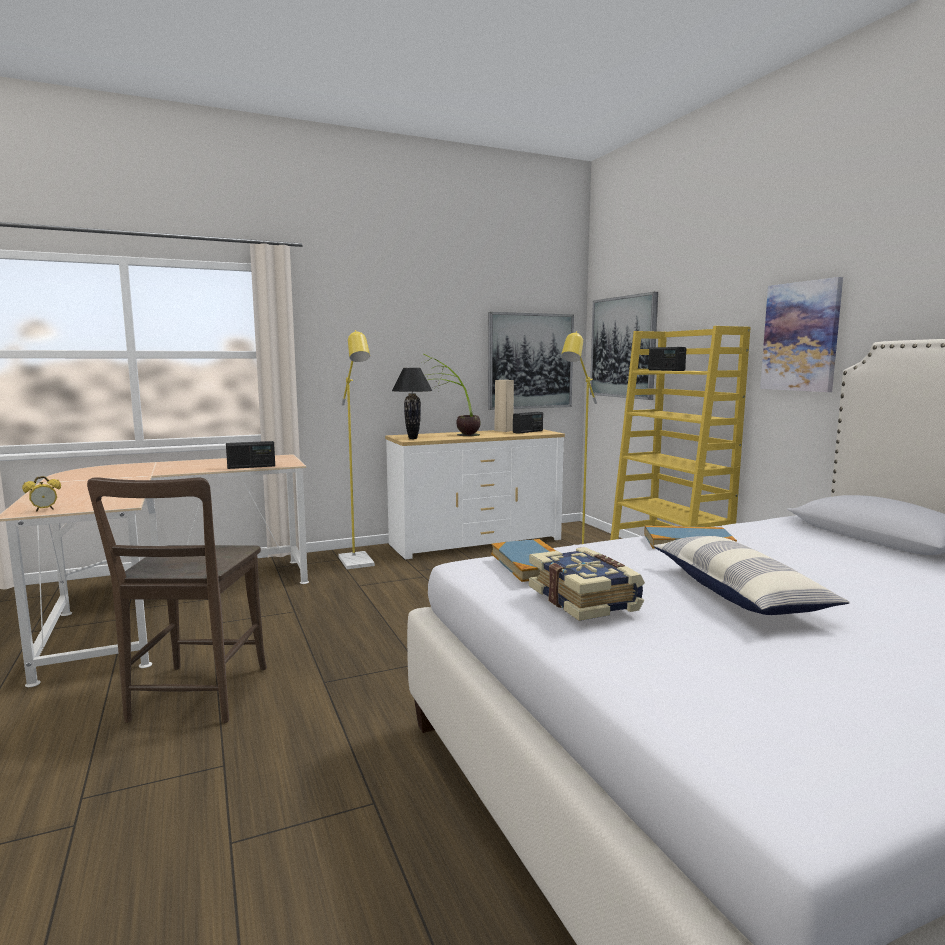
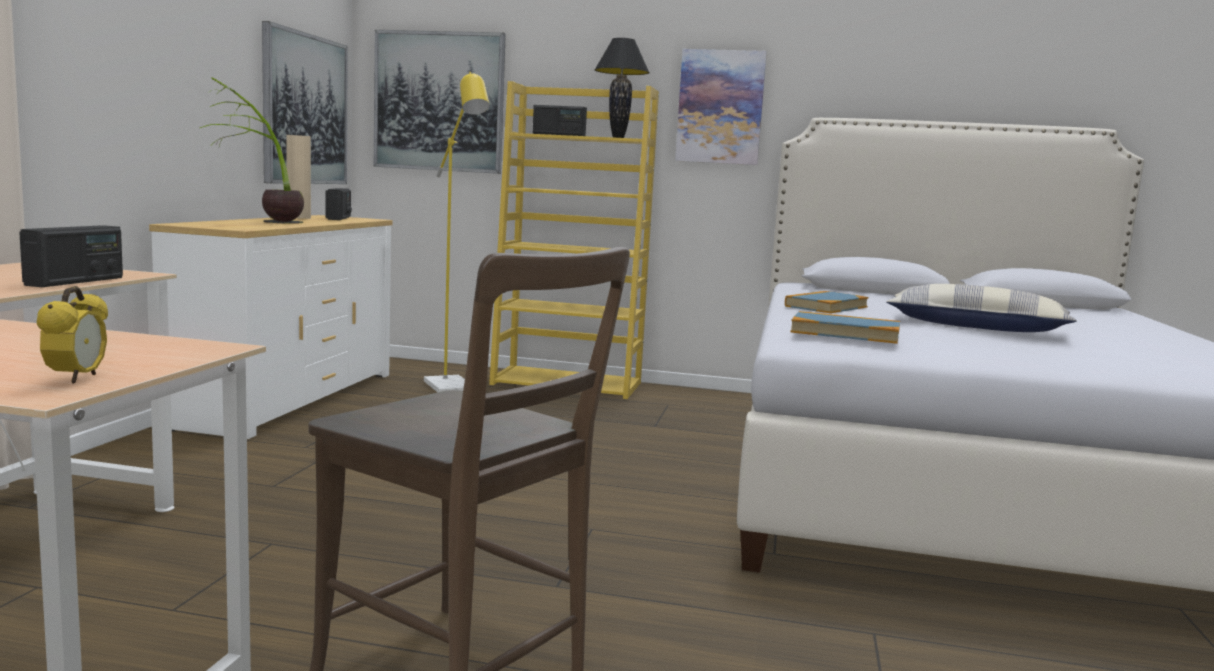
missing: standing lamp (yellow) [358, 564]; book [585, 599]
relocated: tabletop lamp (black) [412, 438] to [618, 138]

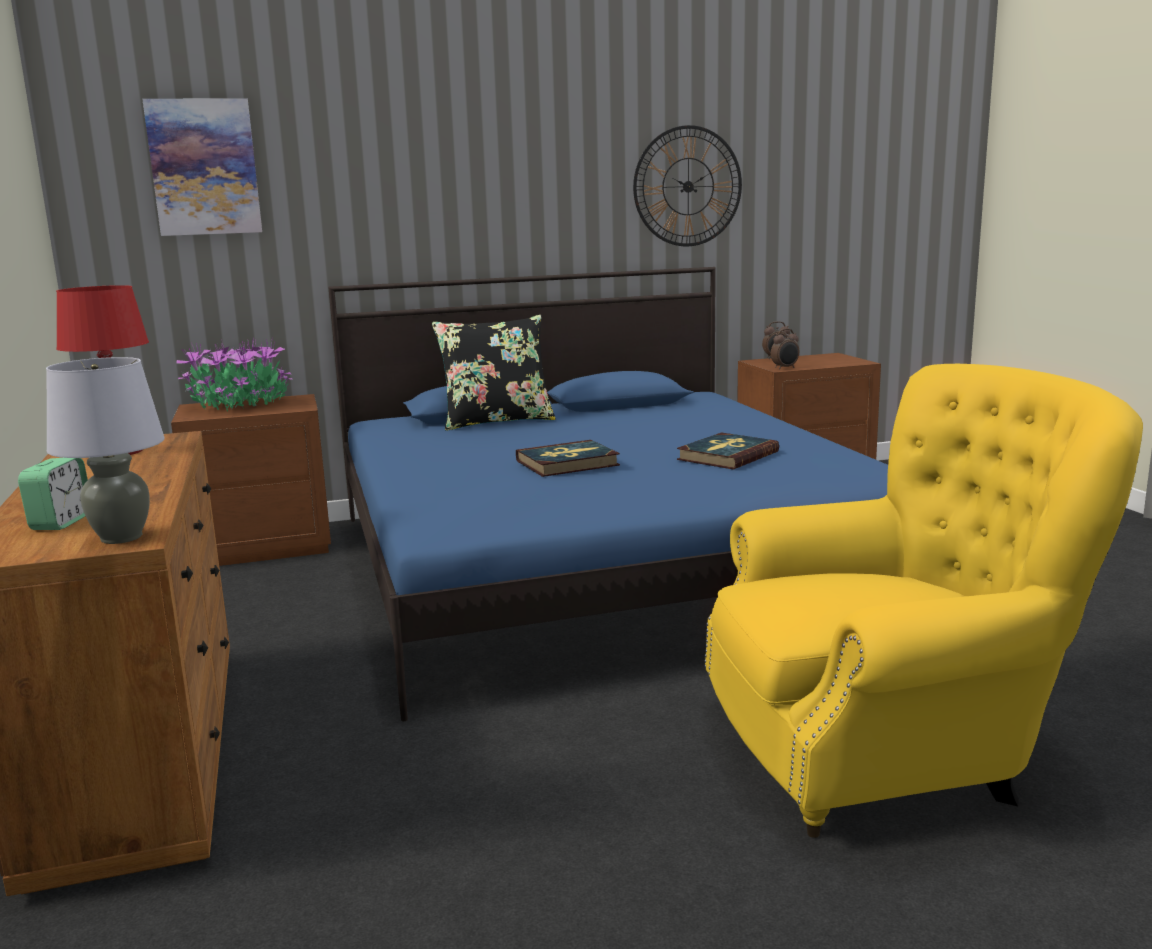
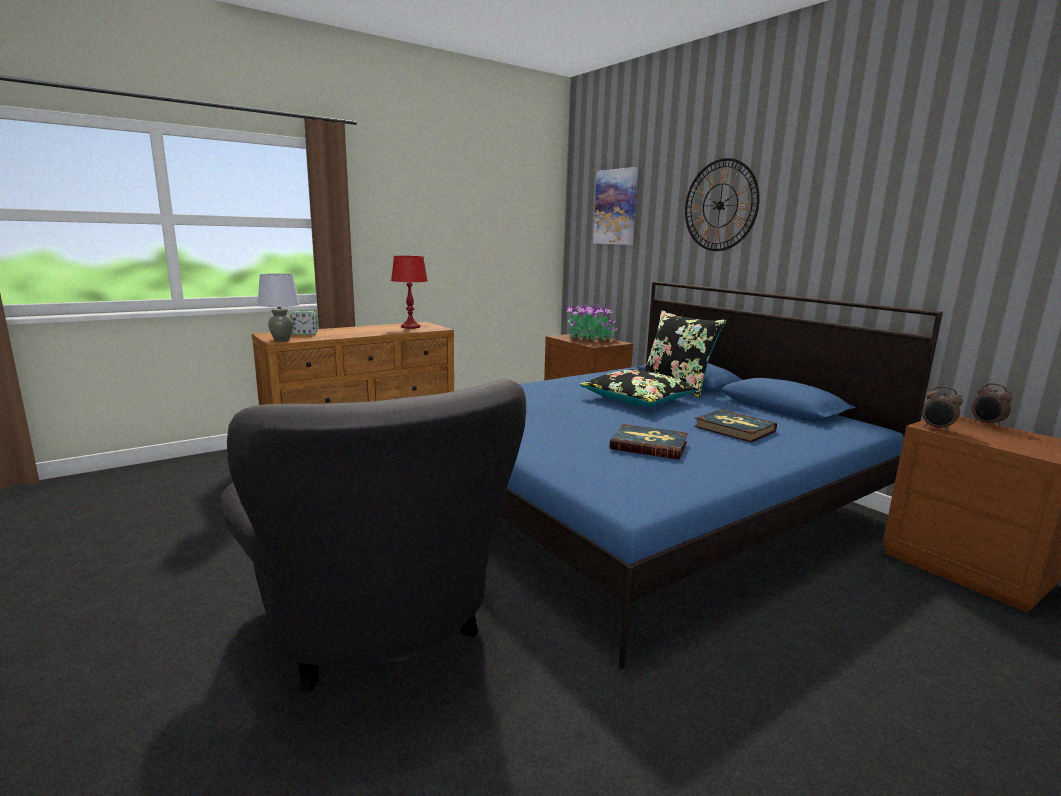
appeared: throw pillow (black) [638, 400]
relocated: book [567, 463] to [734, 429]; clock on the wall [688, 186] to [720, 205]
colour: lounge chair (yellow) [890, 750] to lounge chair (gray) [381, 631]

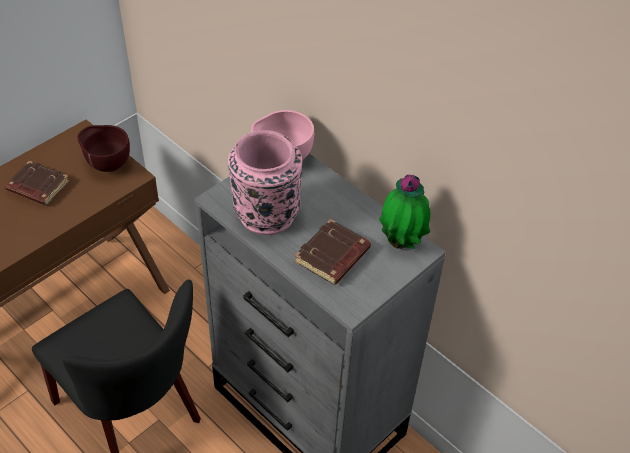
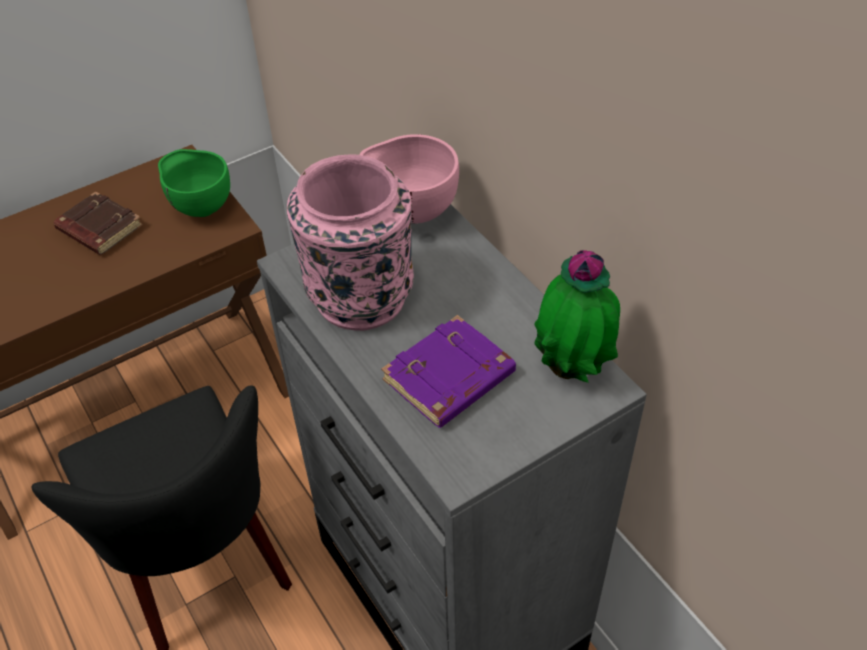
colour: bowl (brown) [107, 165] to bowl (green) [201, 208]; book (brown) [333, 257] to book (purplish) [449, 379]

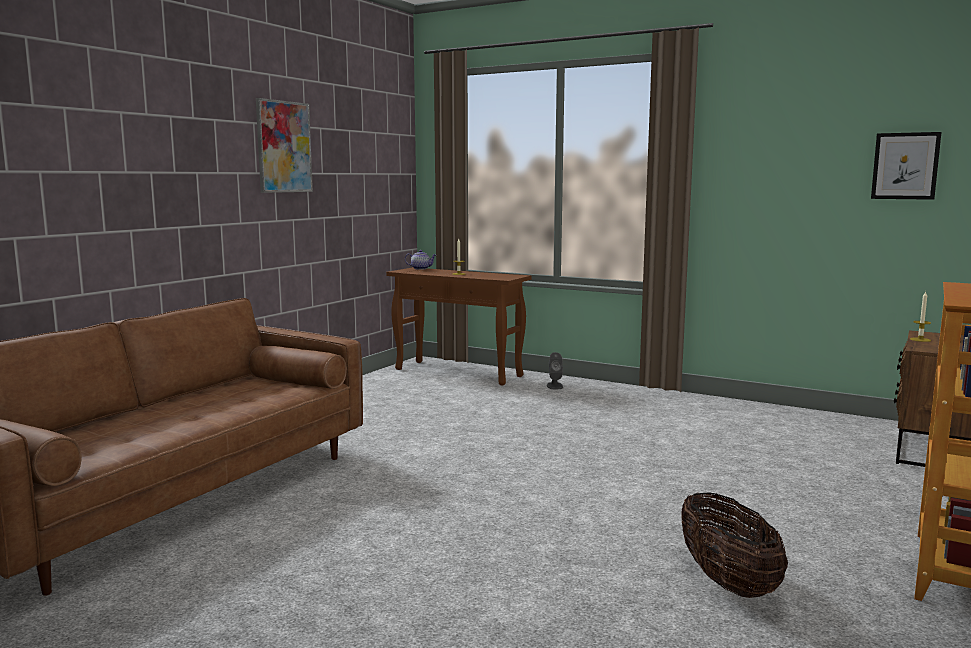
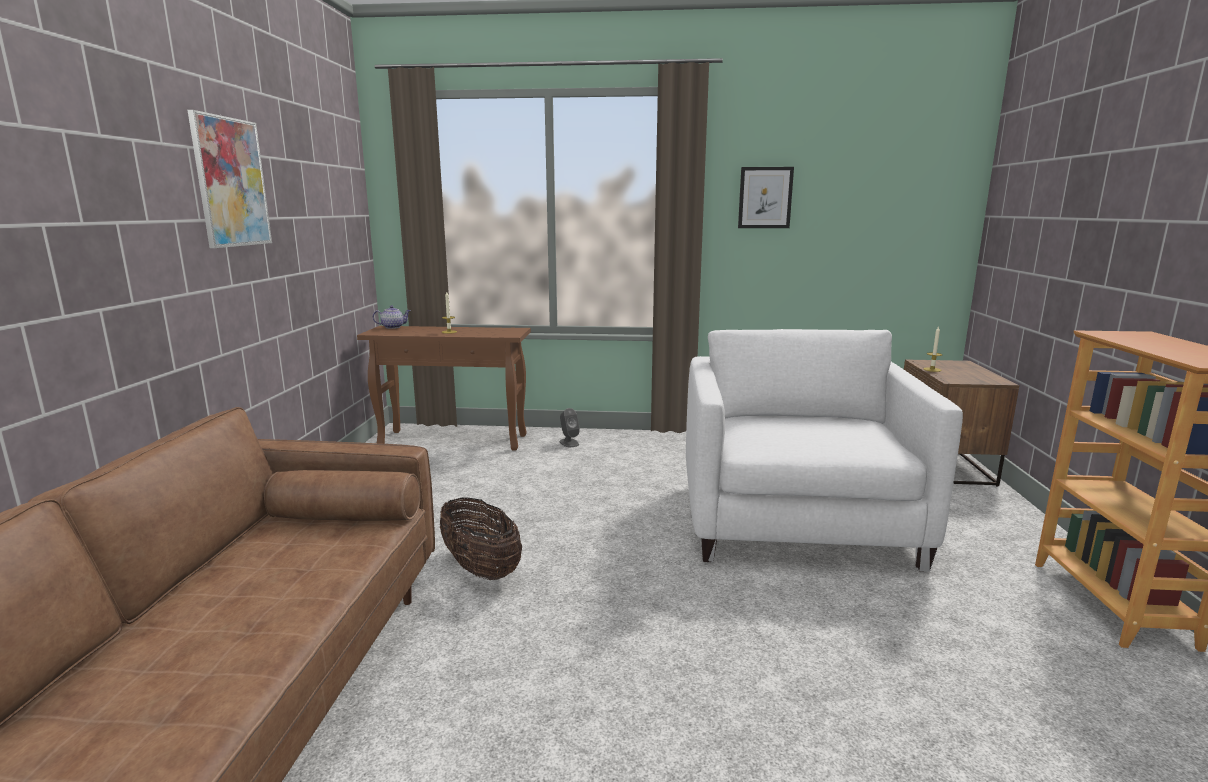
appeared: lounge chair (white-coloured) [796, 523]
relocated: storage basket [727, 581] to [481, 568]; picture [905, 166] to [765, 198]

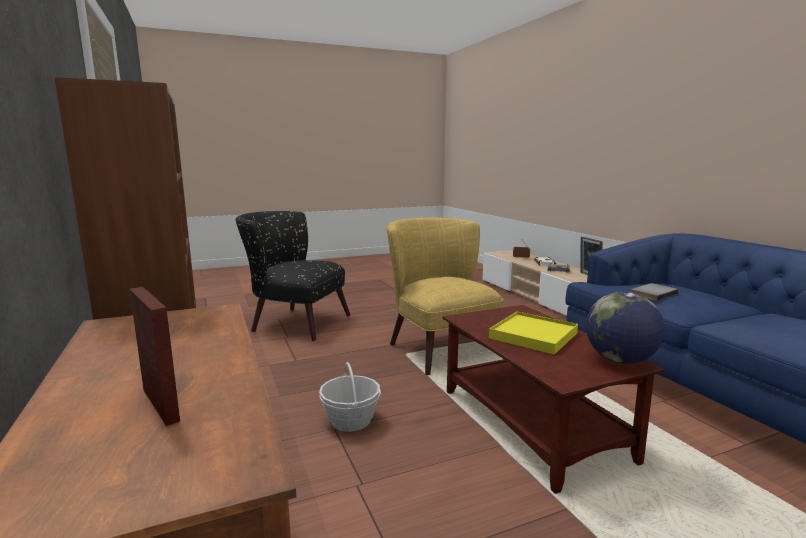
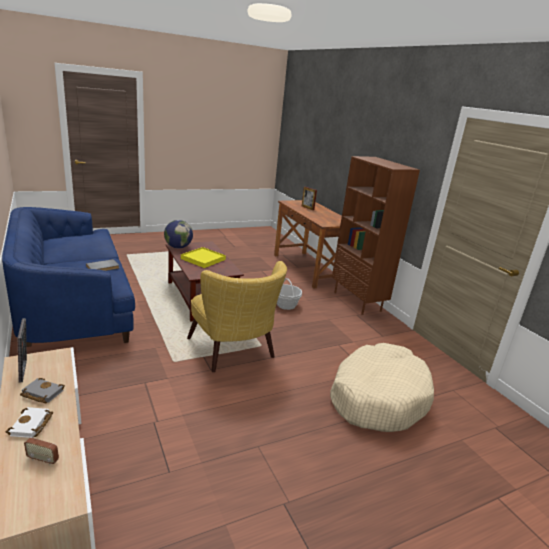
exchanged: lounge chair (black) [293, 322] to pet bed (sand-coloured) [378, 397]

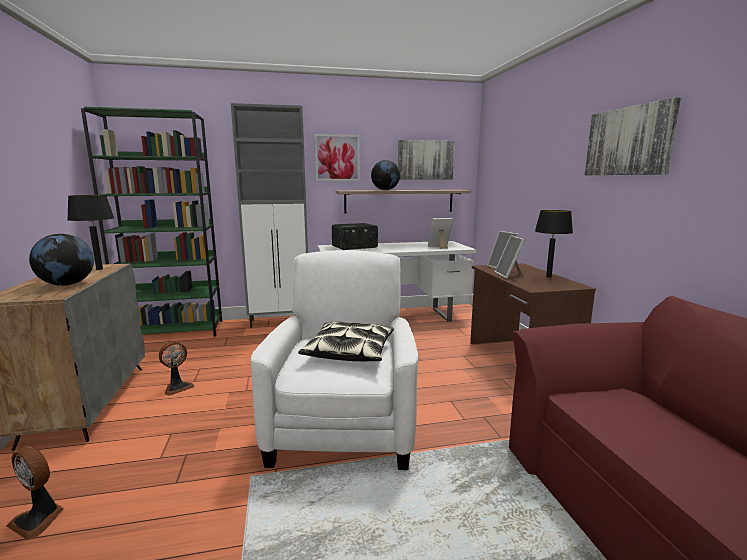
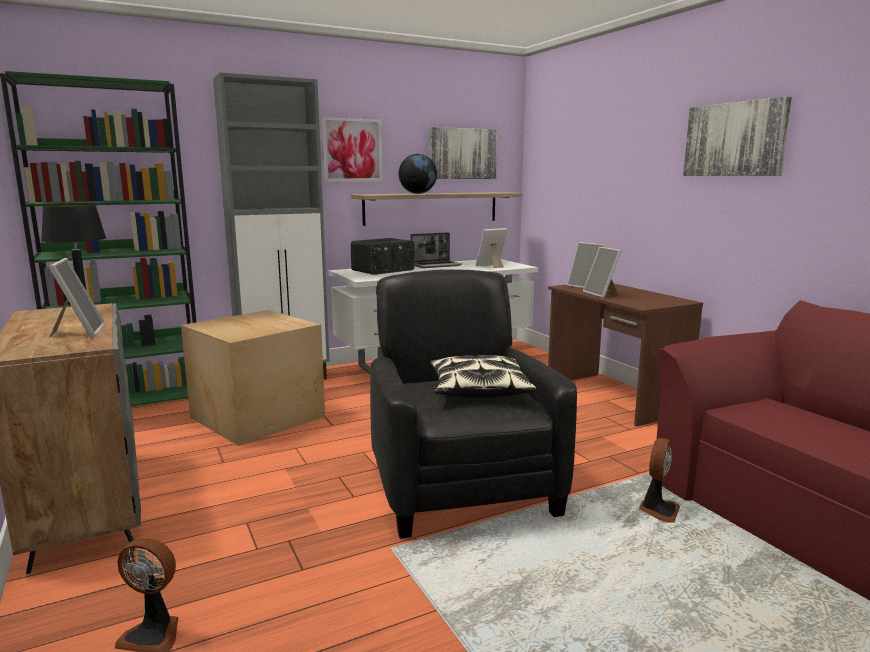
missing: tabletop lamp (black) [548, 276]
appeared: packing box [258, 416]; notebook computer [436, 265]
relocated: electric fan [177, 387] to [658, 510]
exchanged: world globe [67, 284] to picture frame [79, 332]
colour: lounge chair (white-coloured) [343, 427] to lounge chair (black) [461, 486]

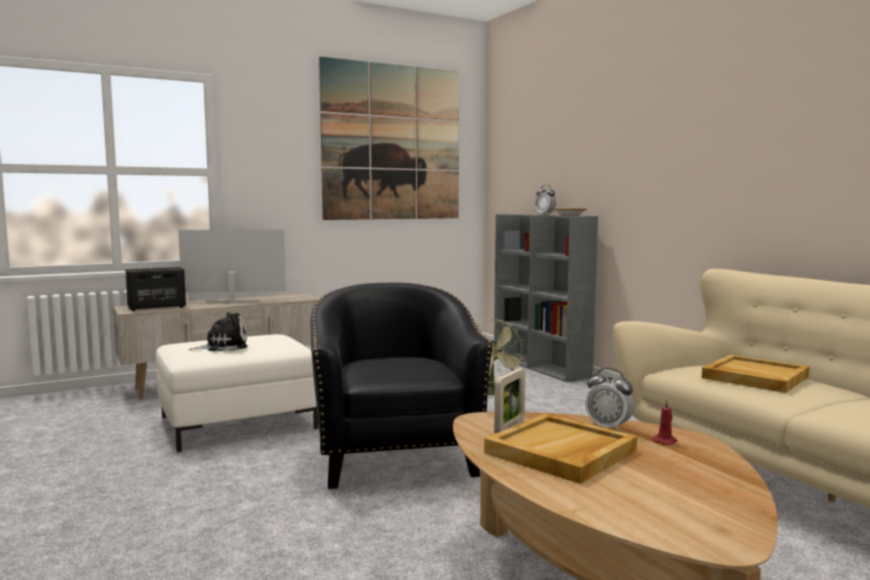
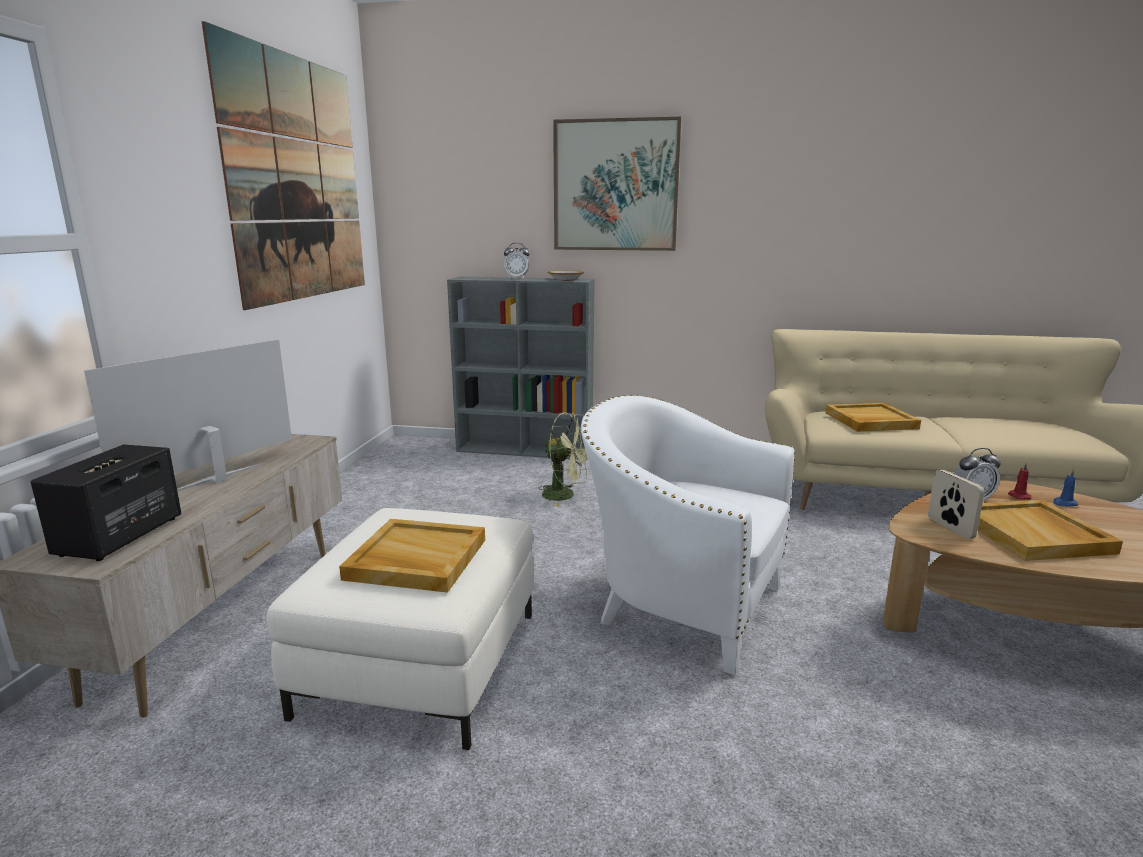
appeared: picture [615, 186]; wax candle (blue-coloured) [1064, 503]
exchanged: cuddly toy [223, 346] to tray (sand-coloured) [415, 559]
colour: lounge chair (black) [395, 457] to lounge chair (white-coloured) [680, 605]

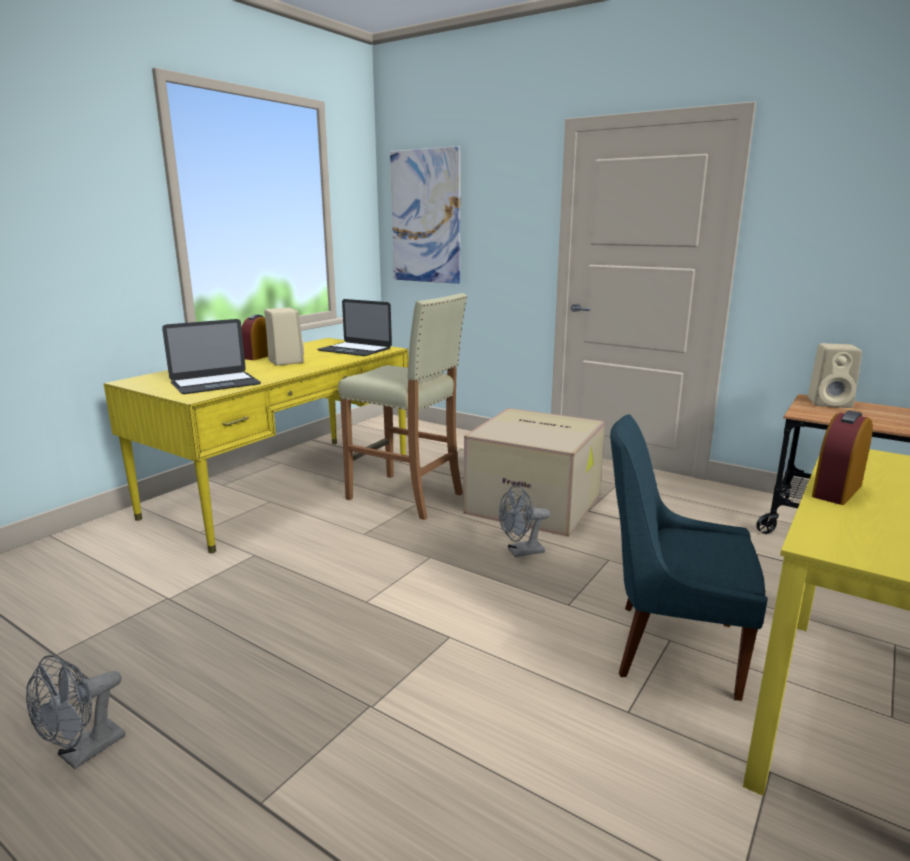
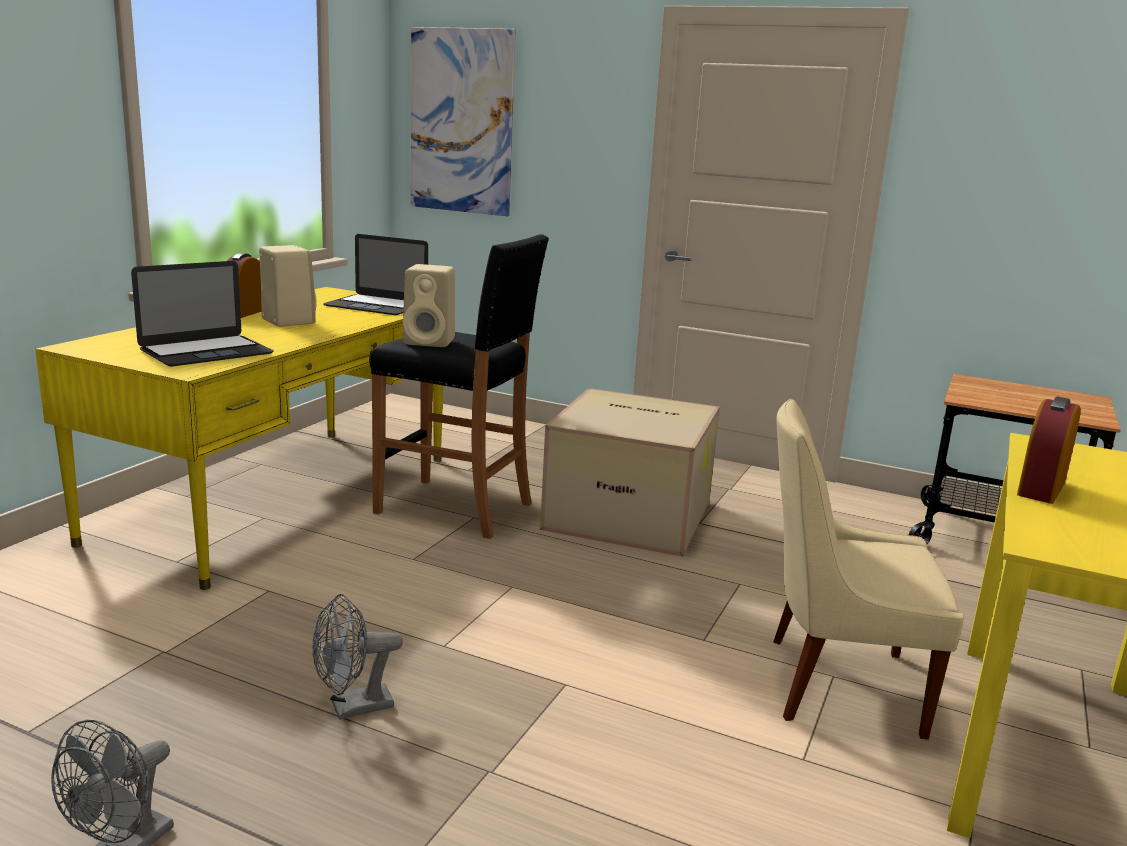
relocated: electric fan (gray) [520, 552] to [352, 708]; audio speaker (sand-coloured) [830, 403] to [431, 342]
colour: stool (sand-coloured) [406, 496] to stool (black) [455, 508]; plain chair (blue-coloured) [670, 648] to plain chair (sand-coloured) [836, 685]

